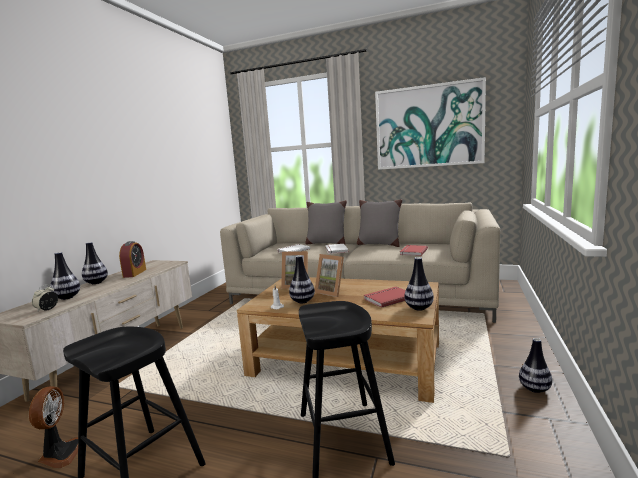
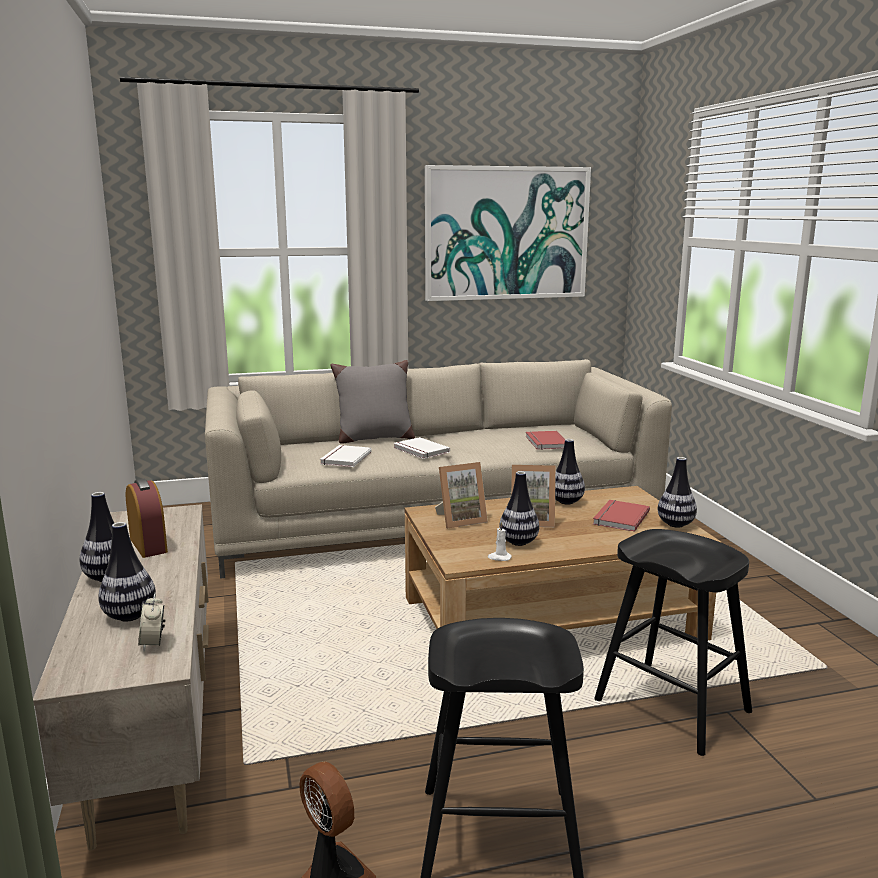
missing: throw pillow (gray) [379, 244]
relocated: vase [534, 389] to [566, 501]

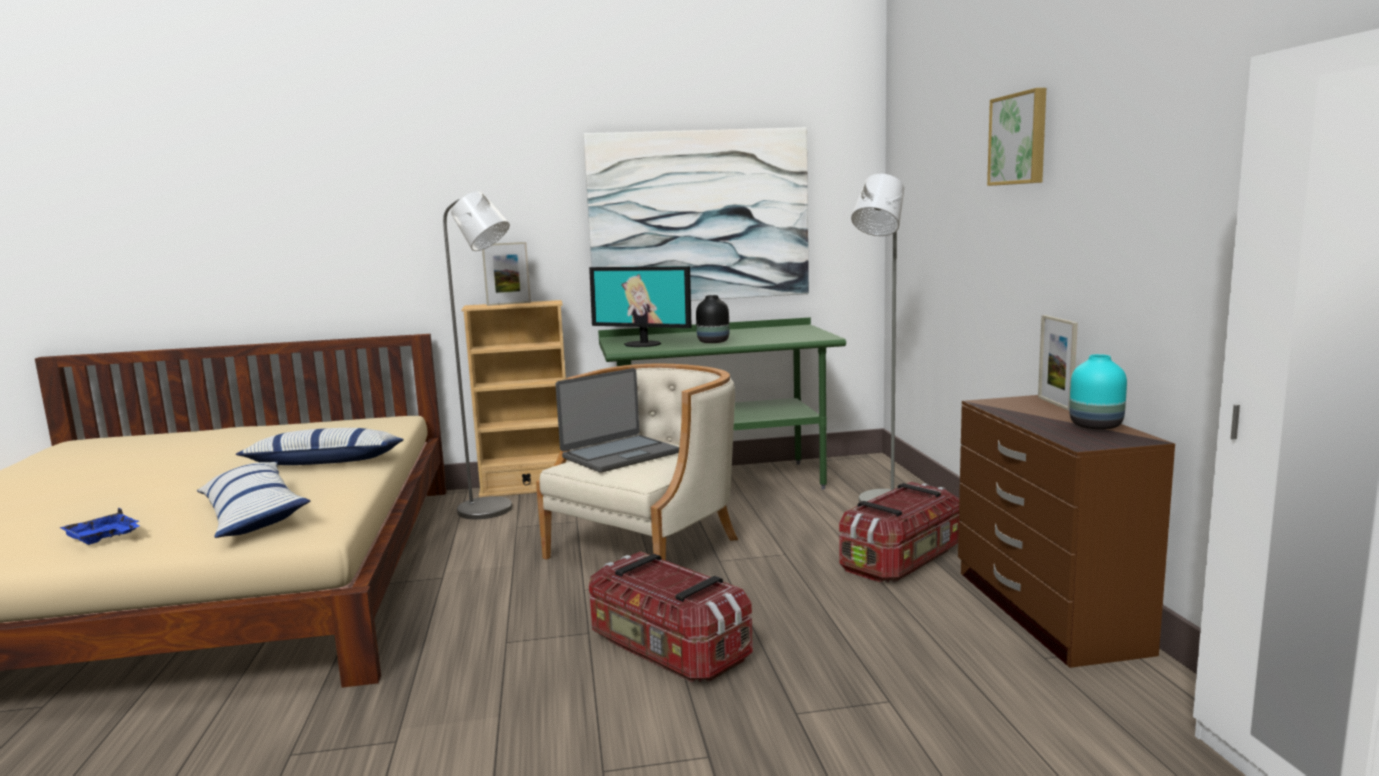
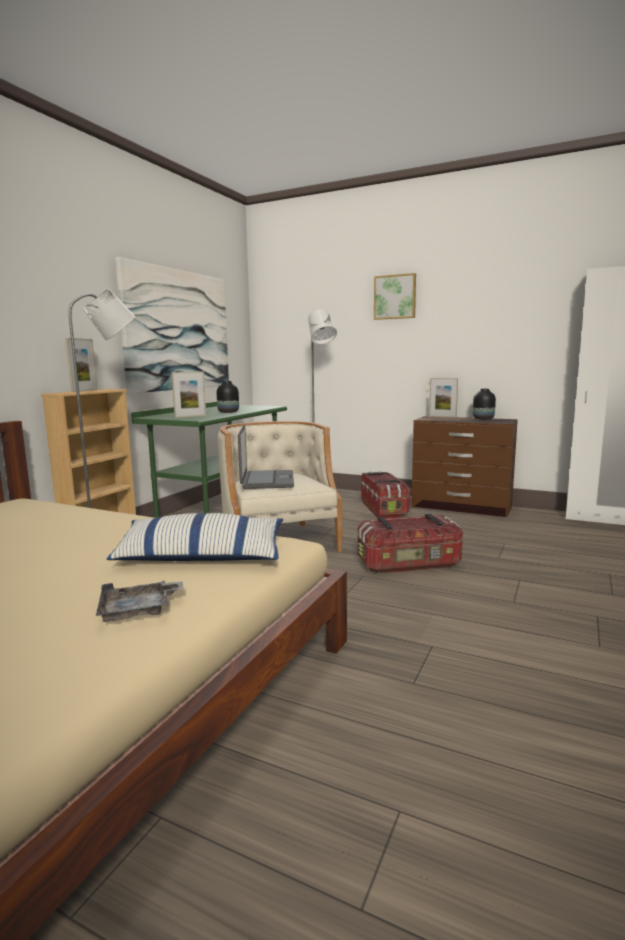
missing: throw pillow [326, 463]
exchanged: computer display [643, 344] to picture frame [190, 416]
colour: tray (blue-coloured) [104, 538] to tray (gray) [138, 611]; vase (turquoise-coloured) [1097, 426] to vase (black) [483, 419]

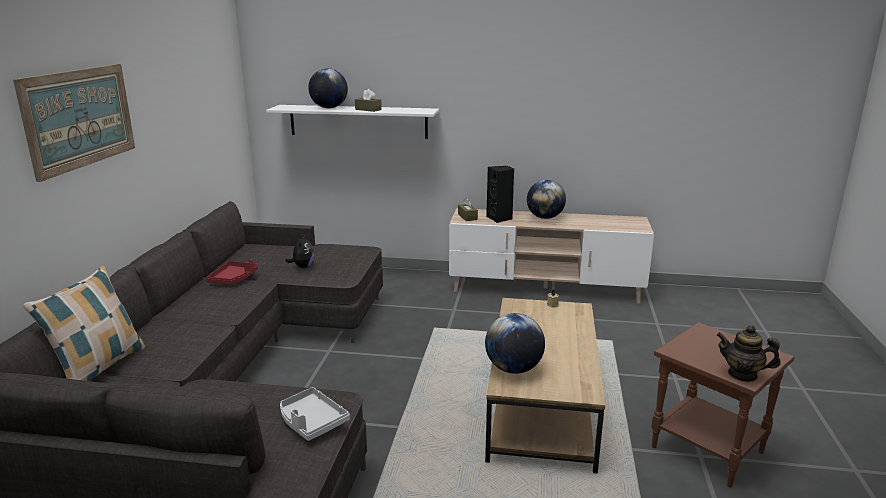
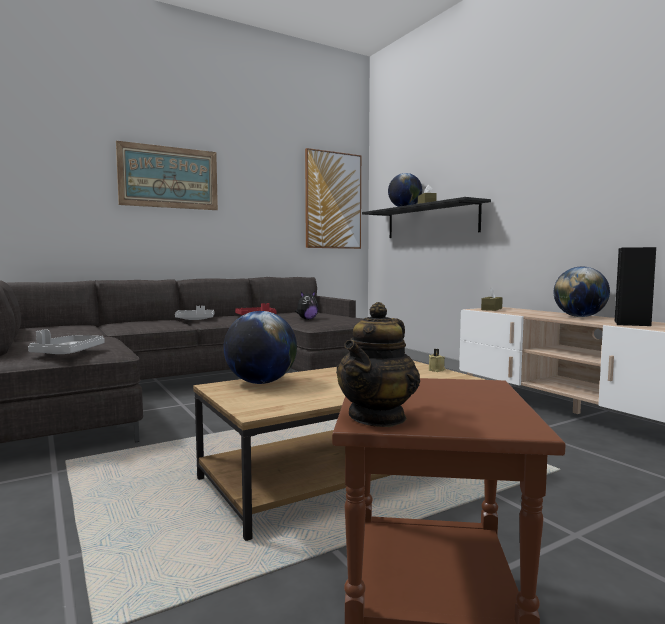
missing: throw pillow [99, 368]
appeared: tray (gray) [195, 319]; picture [333, 200]
relocated: audio speaker (black) [500, 218] to [632, 324]
colour: wall shelf (white-coloured) [358, 121] to wall shelf (black) [430, 221]
spun: teapot [742, 375] = [378, 417] 135 degrees counterclockwise

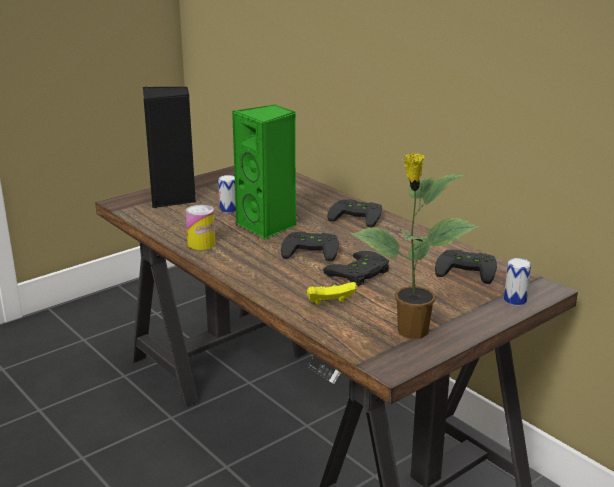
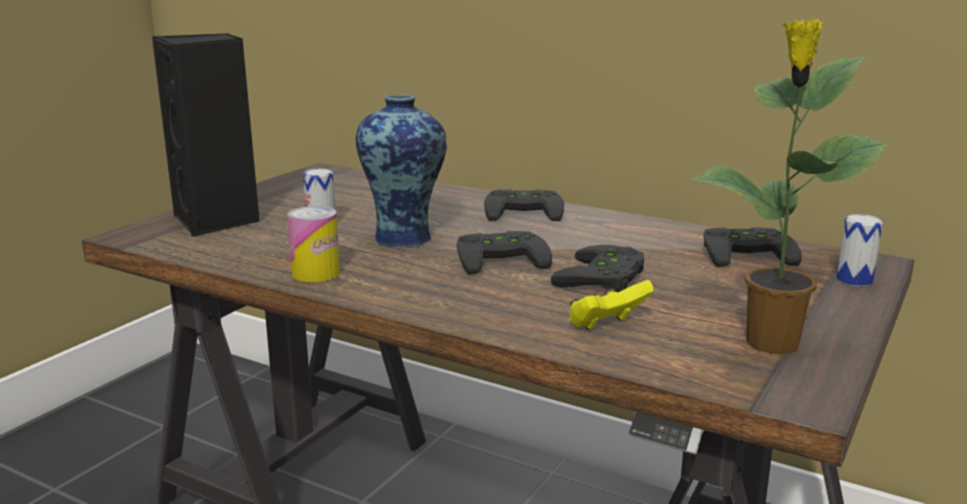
exchanged: audio speaker (green) [268, 226] to vase [404, 238]

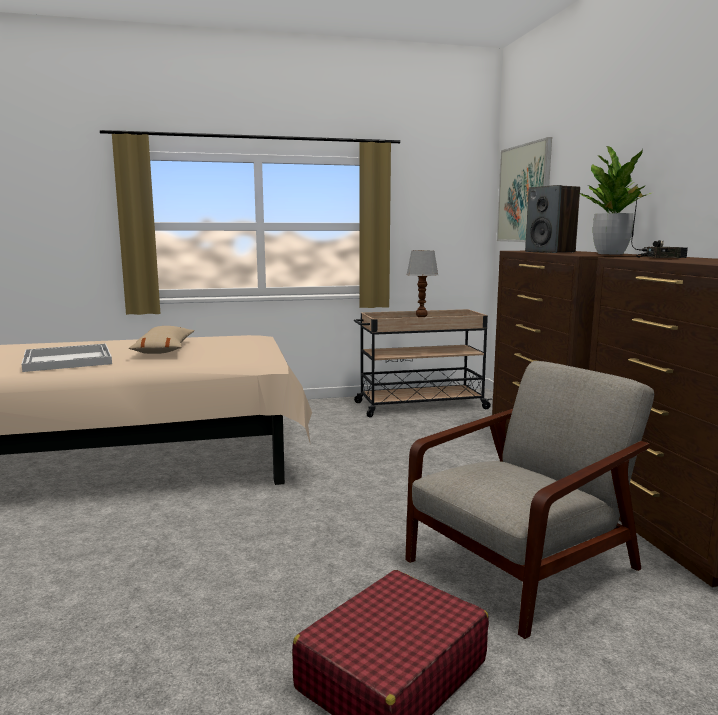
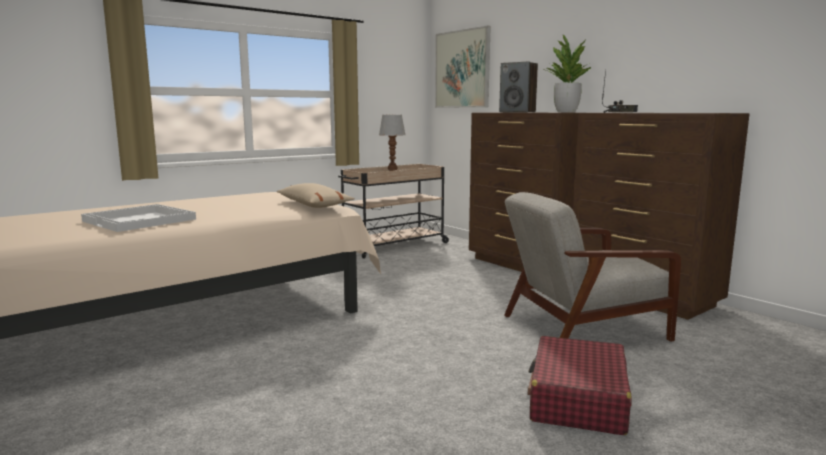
relocated: throw pillow (sand-coloured) [164, 350] to [314, 205]
spun: lounge chair (gray) [524, 564] = [581, 328] 135 degrees counterclockwise

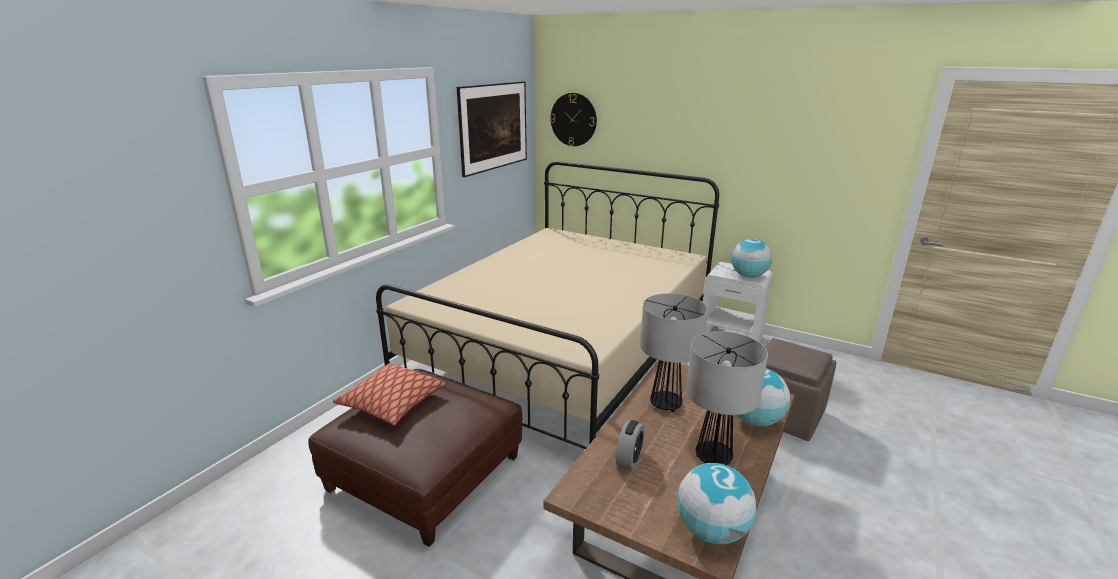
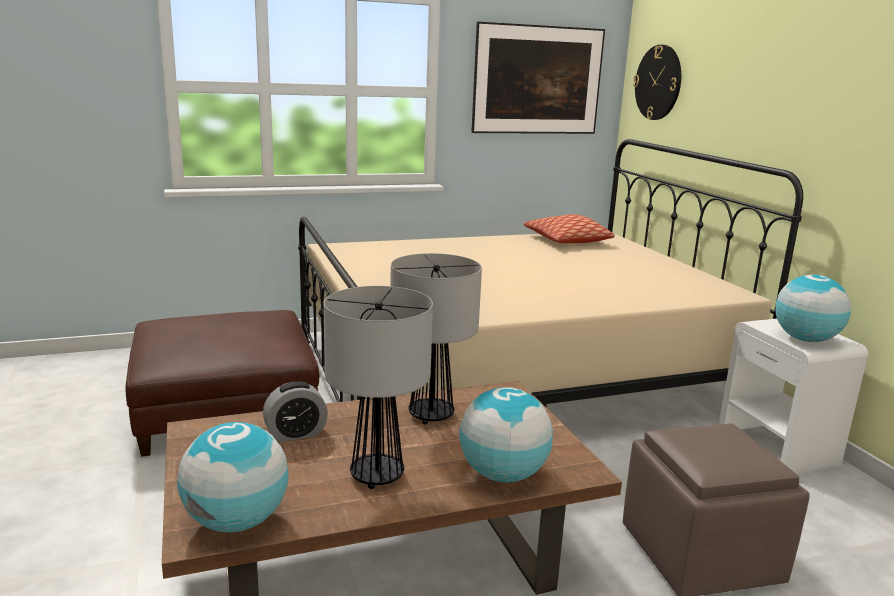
relocated: throw pillow [392, 403] to [567, 240]

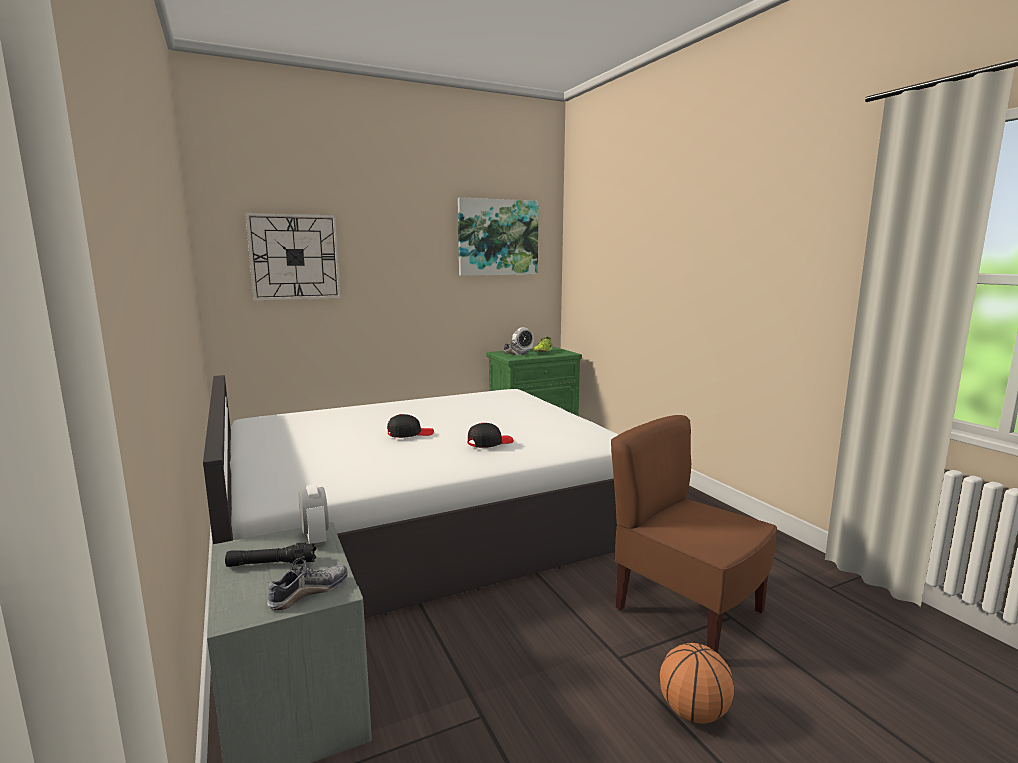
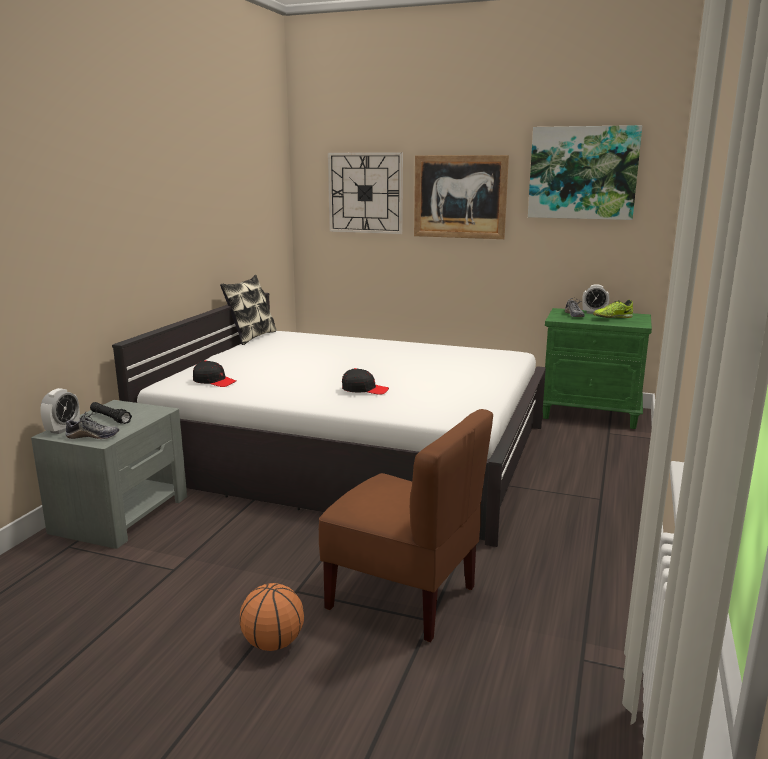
appeared: throw pillow [251, 337]; picture [460, 197]
relocated: alarm clock [315, 538] to [63, 429]; baseball cap (black) [410, 434] to [214, 381]
spun: plain chair (brown) [686, 612] = [403, 597] 120 degrees clockwise

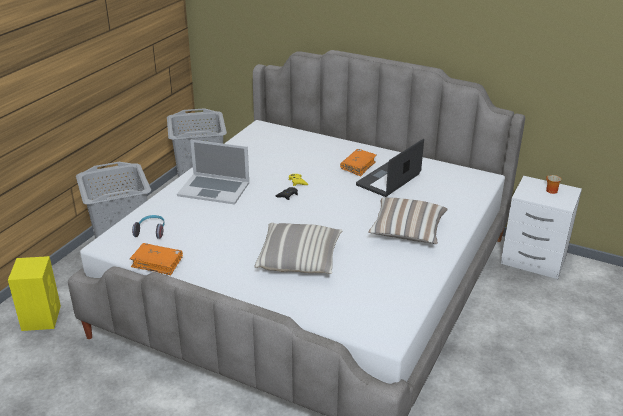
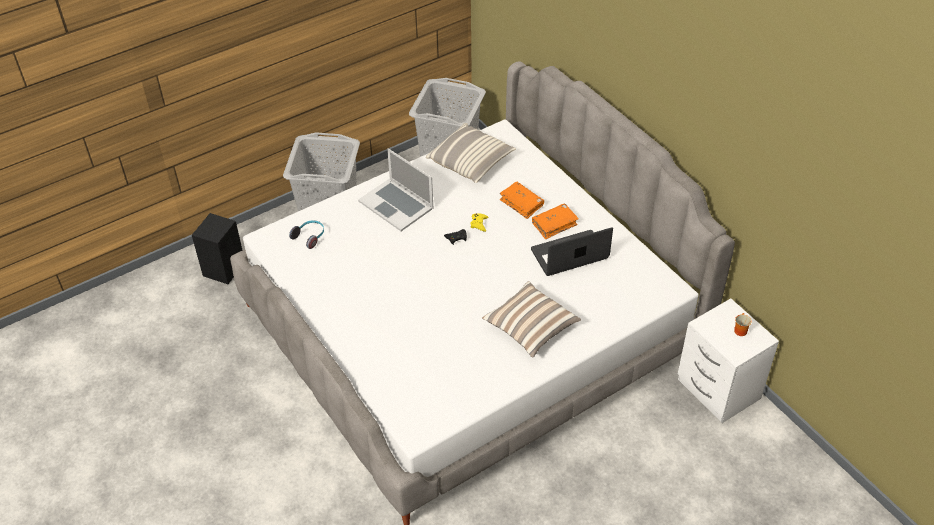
relocated: book (orange-coloured) [157, 263] to [521, 203]; throw pillow [299, 259] to [471, 162]
colour: audio speaker (yellow) [41, 317] to audio speaker (black) [224, 268]

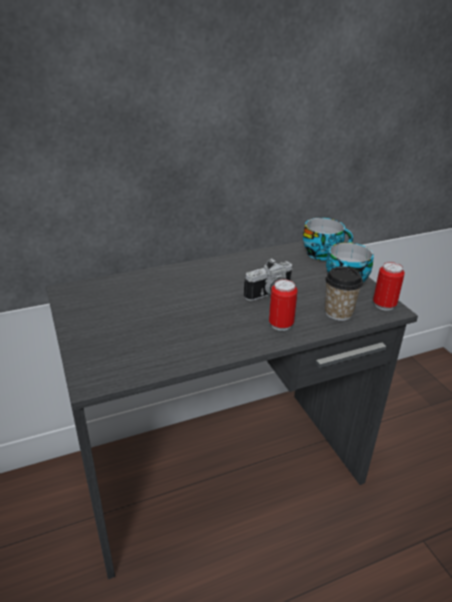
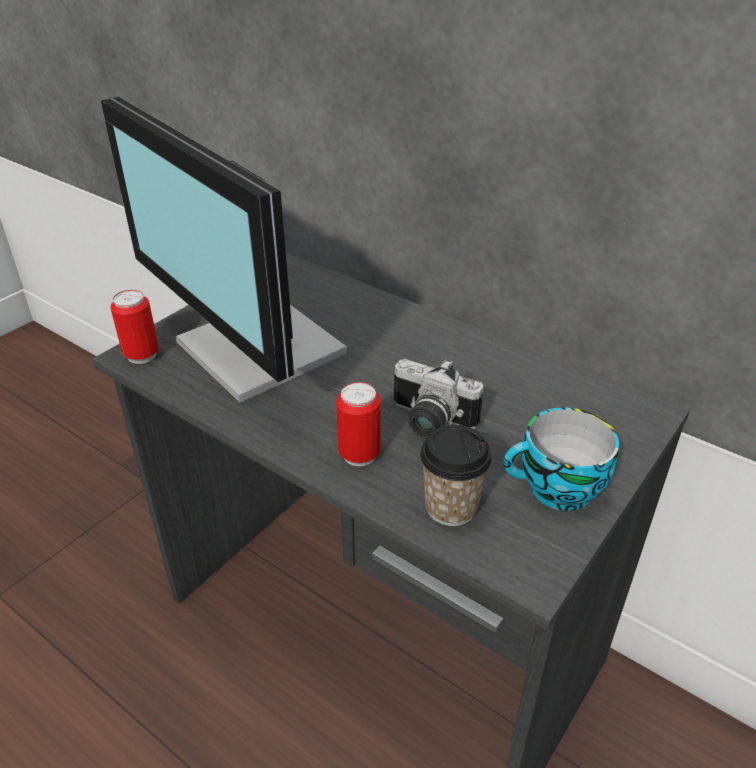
missing: cup [323, 254]
appeared: computer display [255, 352]
relocated: can [384, 305] to [142, 355]

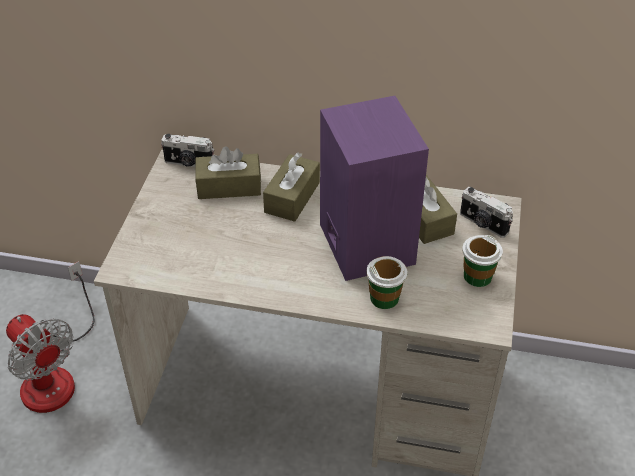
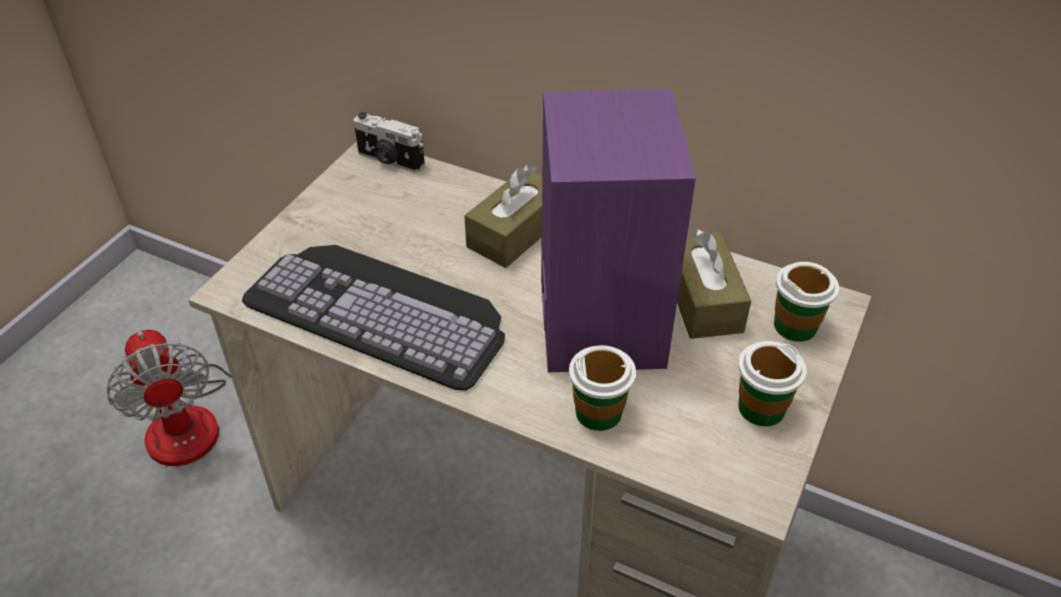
missing: tissue box (brown) [229, 186]
appeared: PC keyboard [383, 309]
exchanged: photo camera [483, 224] to cup [795, 325]

